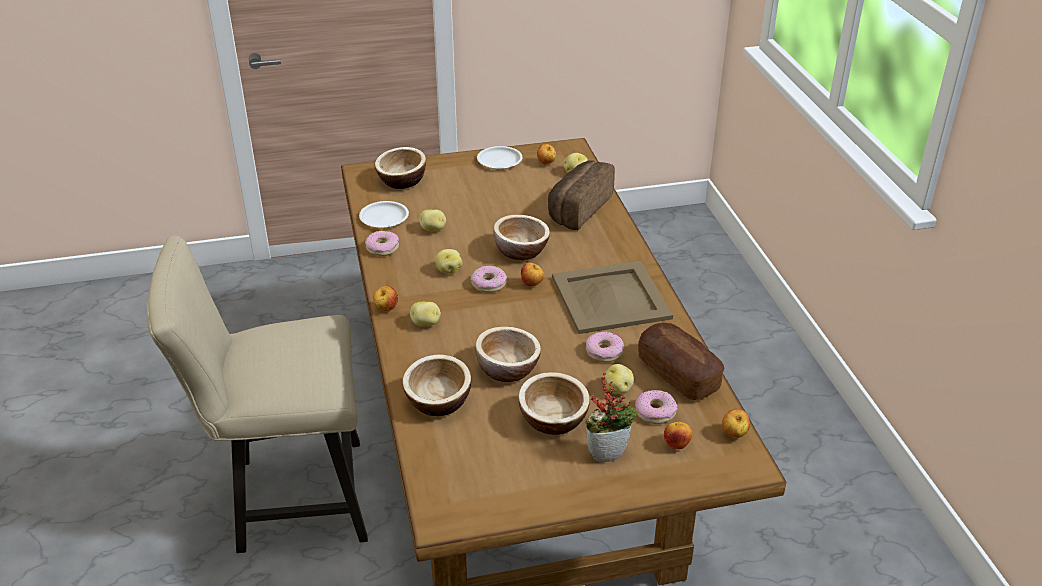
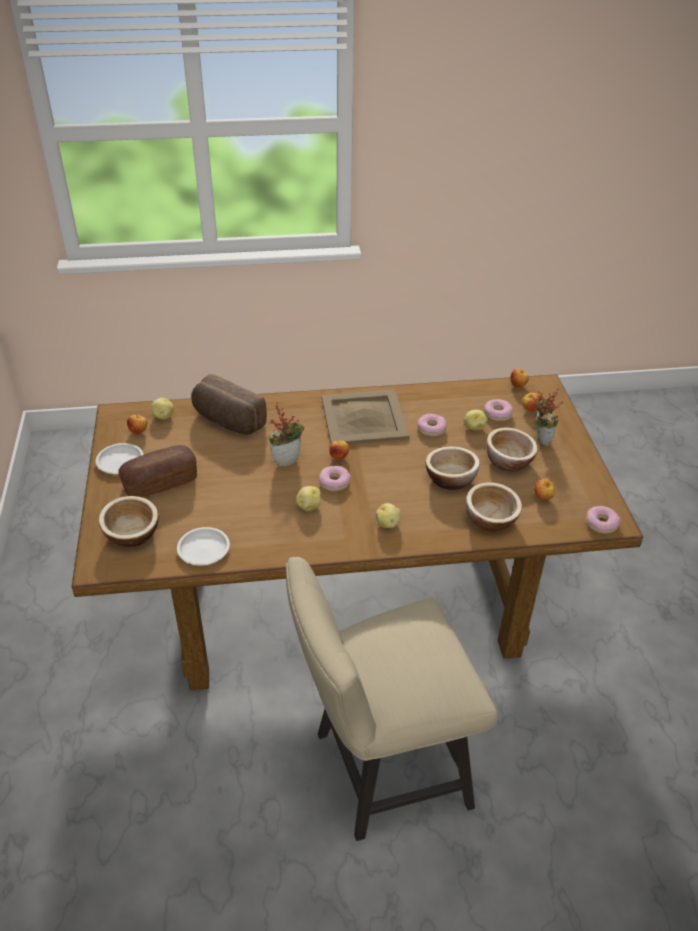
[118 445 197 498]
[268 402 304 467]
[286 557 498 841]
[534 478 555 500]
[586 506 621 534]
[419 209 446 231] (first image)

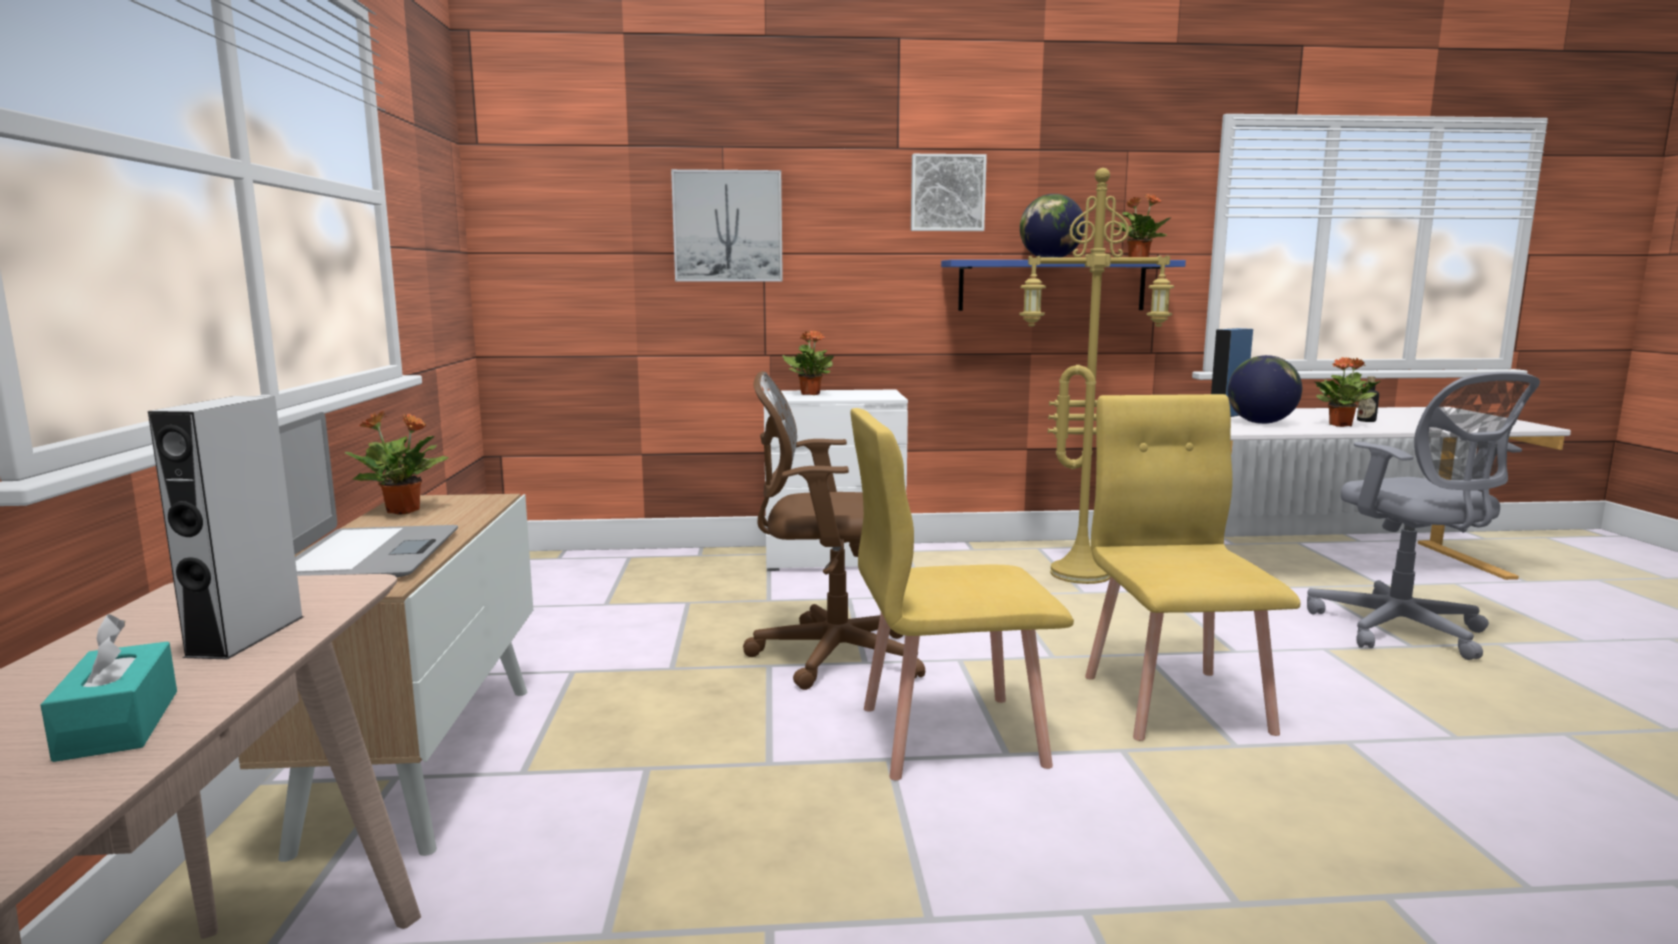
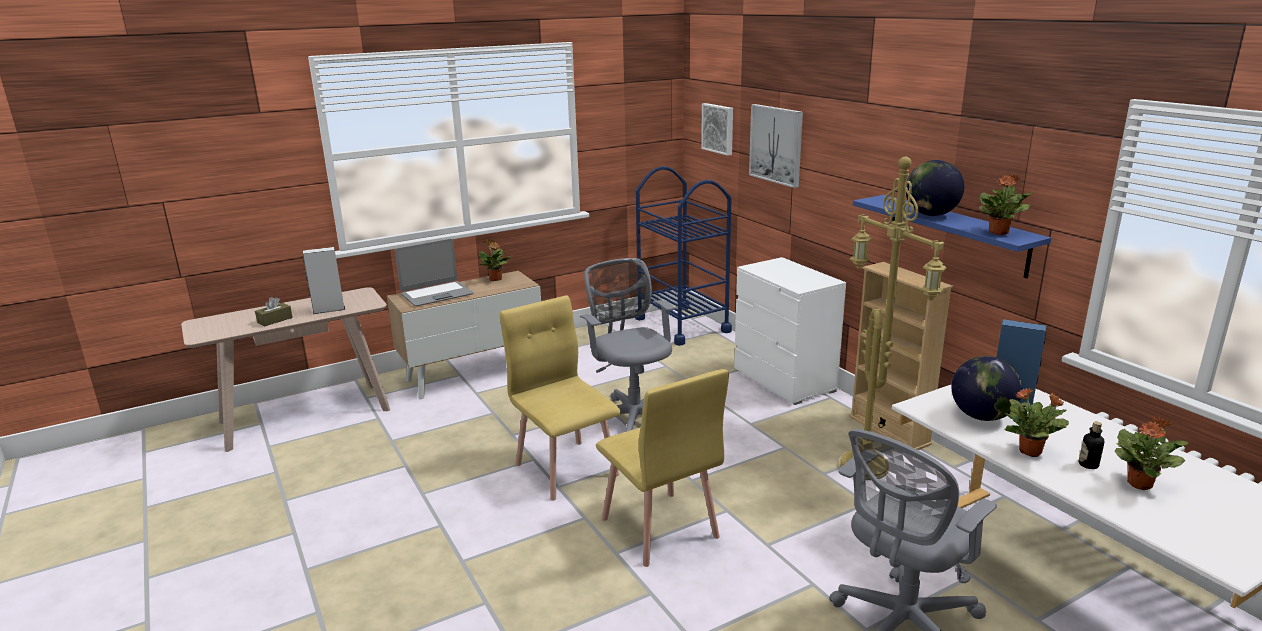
[255 297 293 326]
[580 258 676 432]
[596 369 729 567]
[635 166 732 346]
[701 103 733 156]
[849 262 953 450]
[1115 416 1189 490]

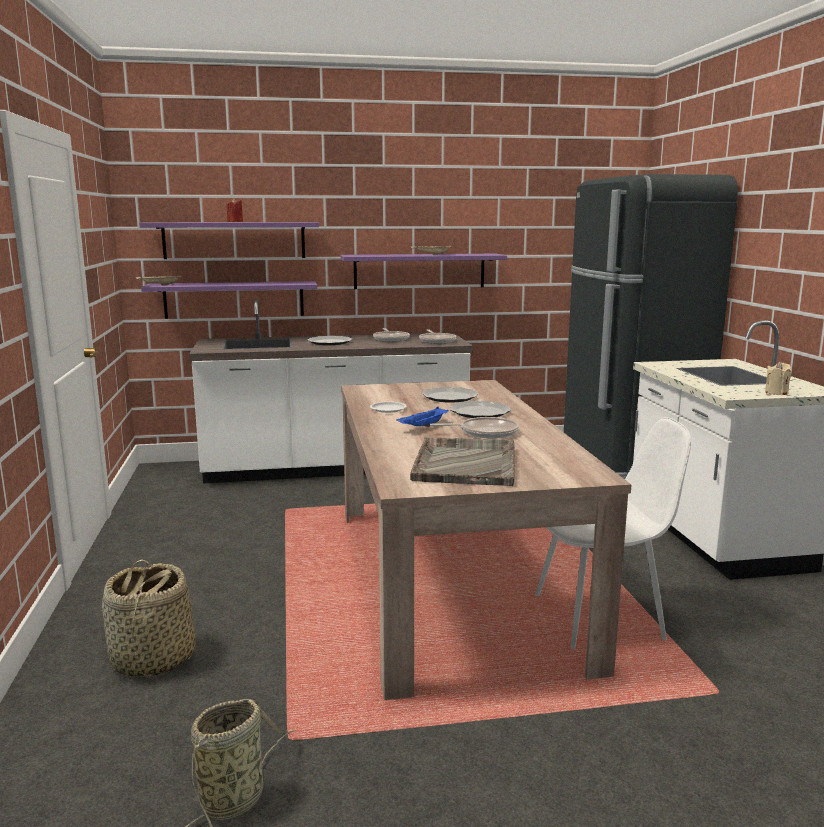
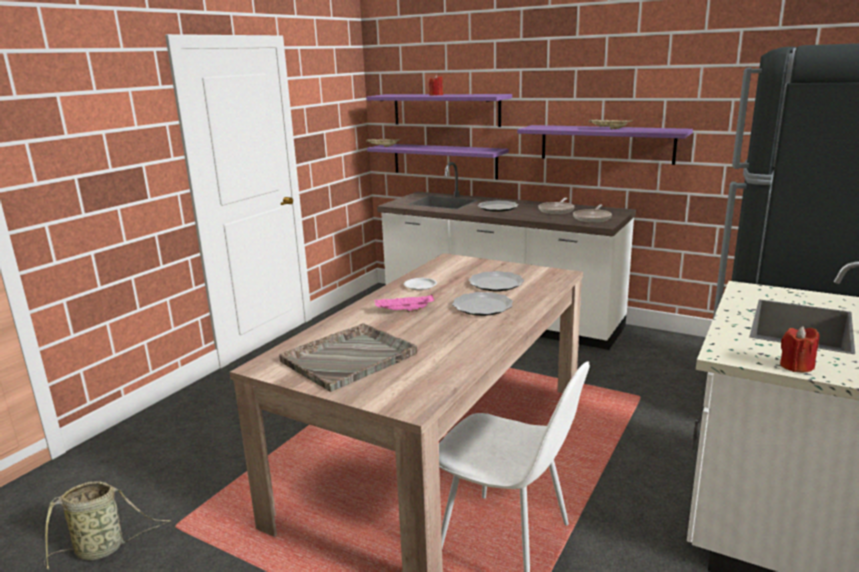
[374 294 434 312]
[780 326 819 372]
[102 559 196 677] (first image)
[430 417 519 439] (first image)

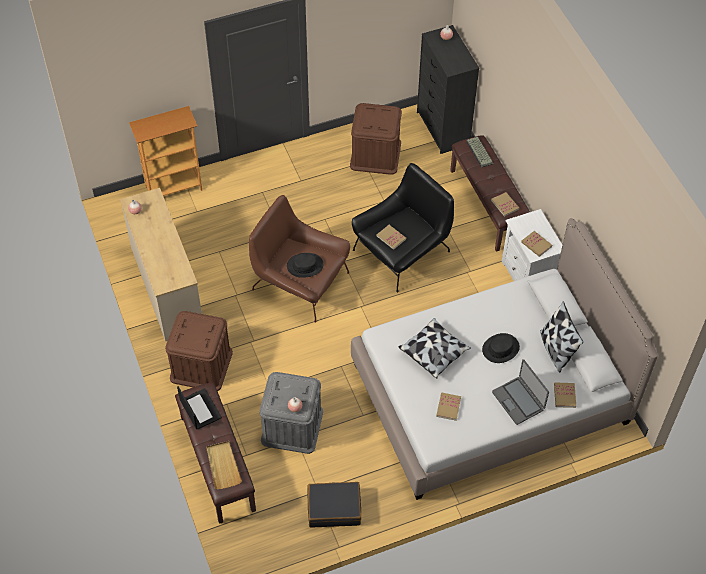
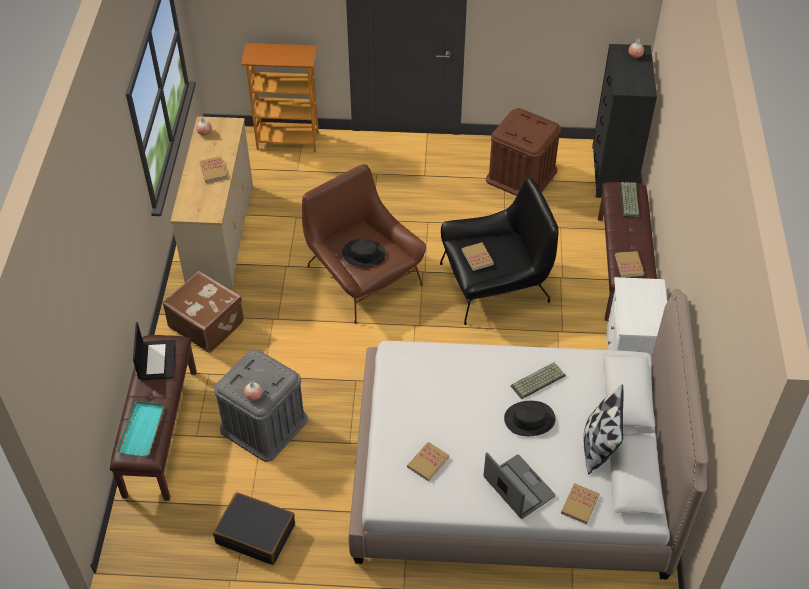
[116 401 164 456]
[162 271 244 353]
[199 156 228 183]
[483 452 555 519]
[510 362 566 399]
[399 318 470 378] (first image)

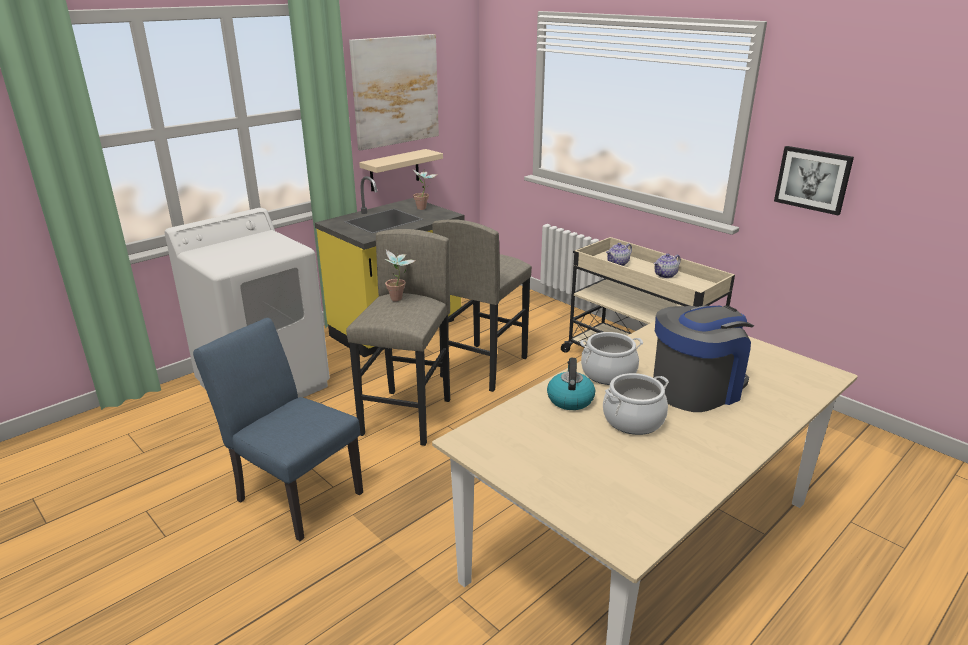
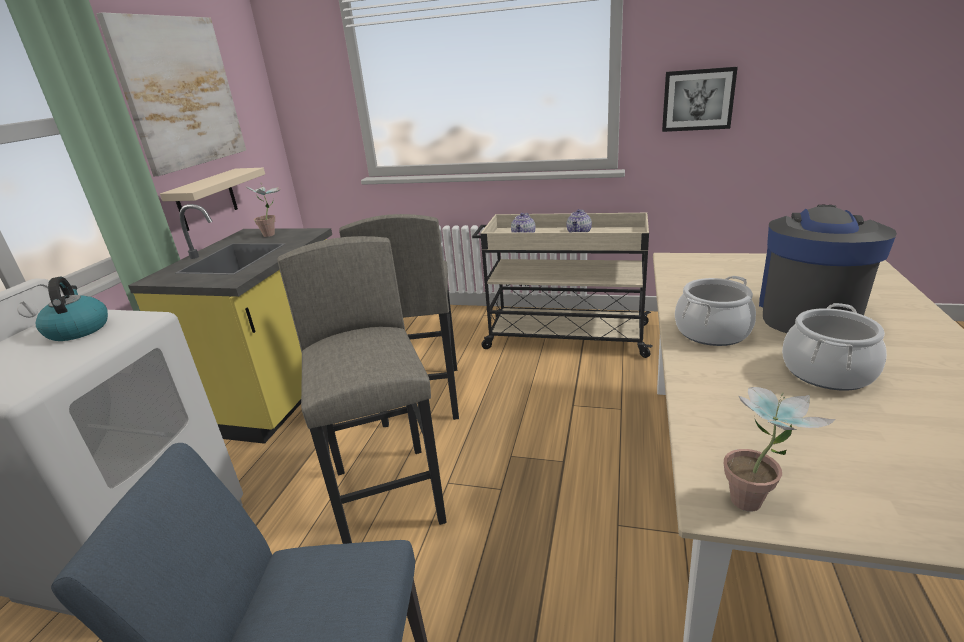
[36 277 108 341]
[724 387 835 512]

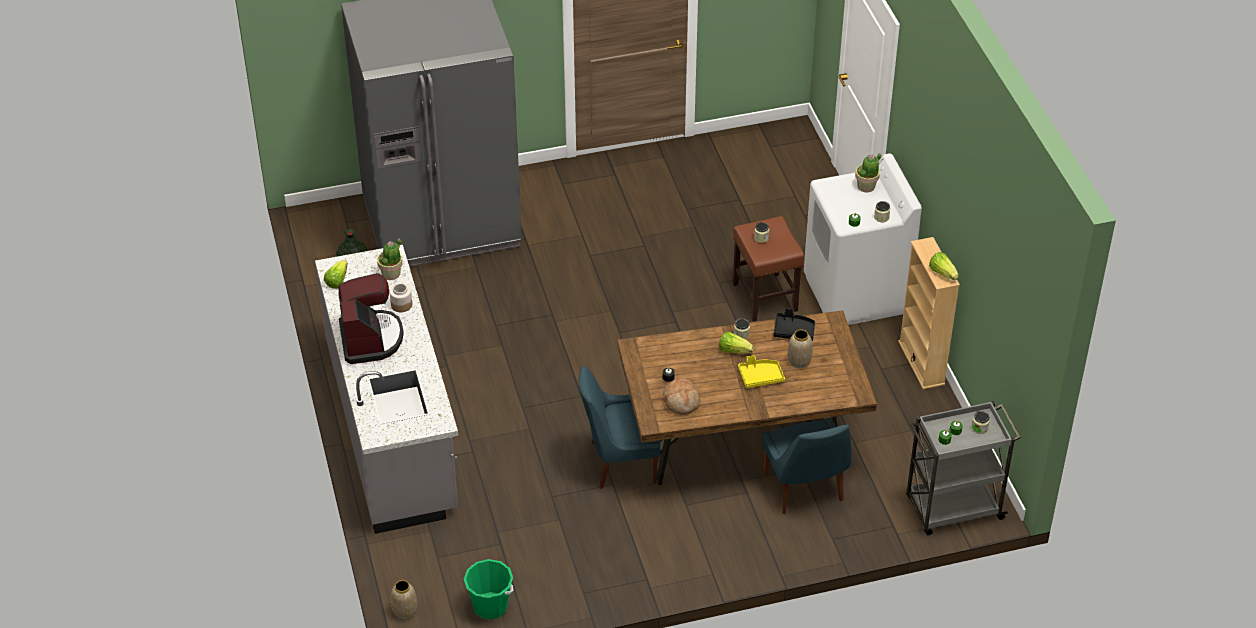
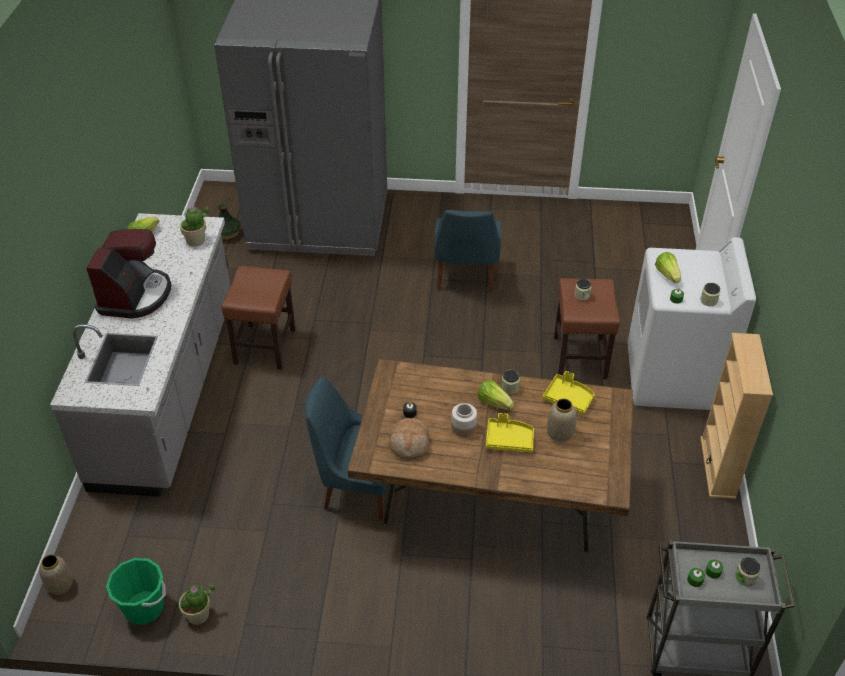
[179 585 216 625]
[222 266 296 370]
[434 210 501 293]
[451 403 477 437]
[543 371 595 415]
[655 252 681 283]

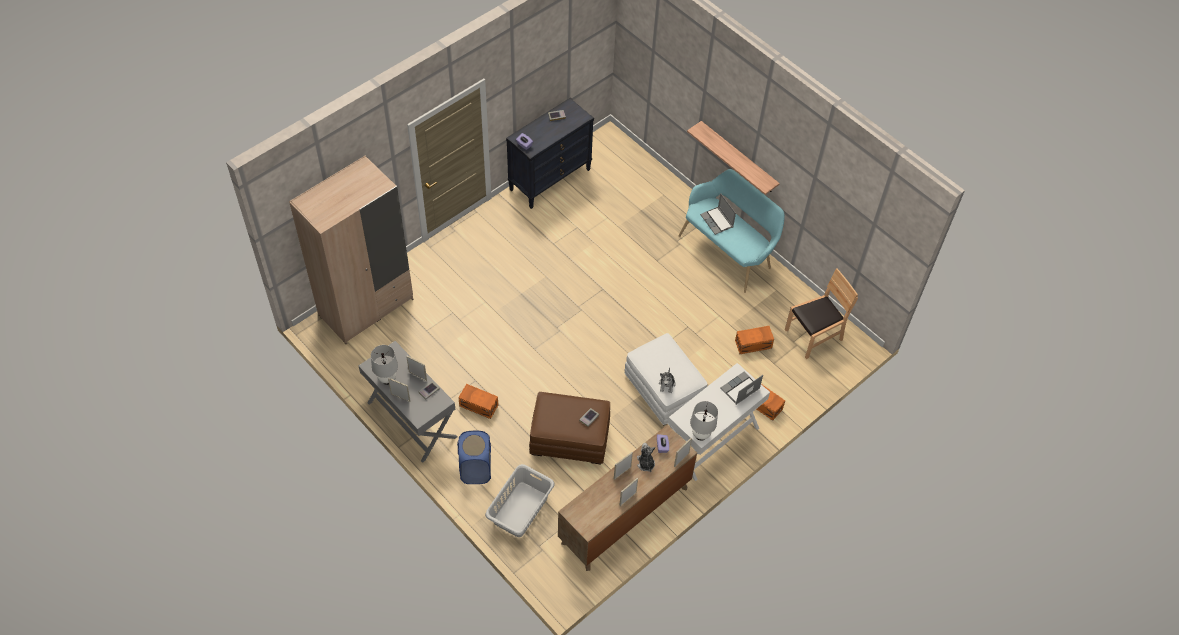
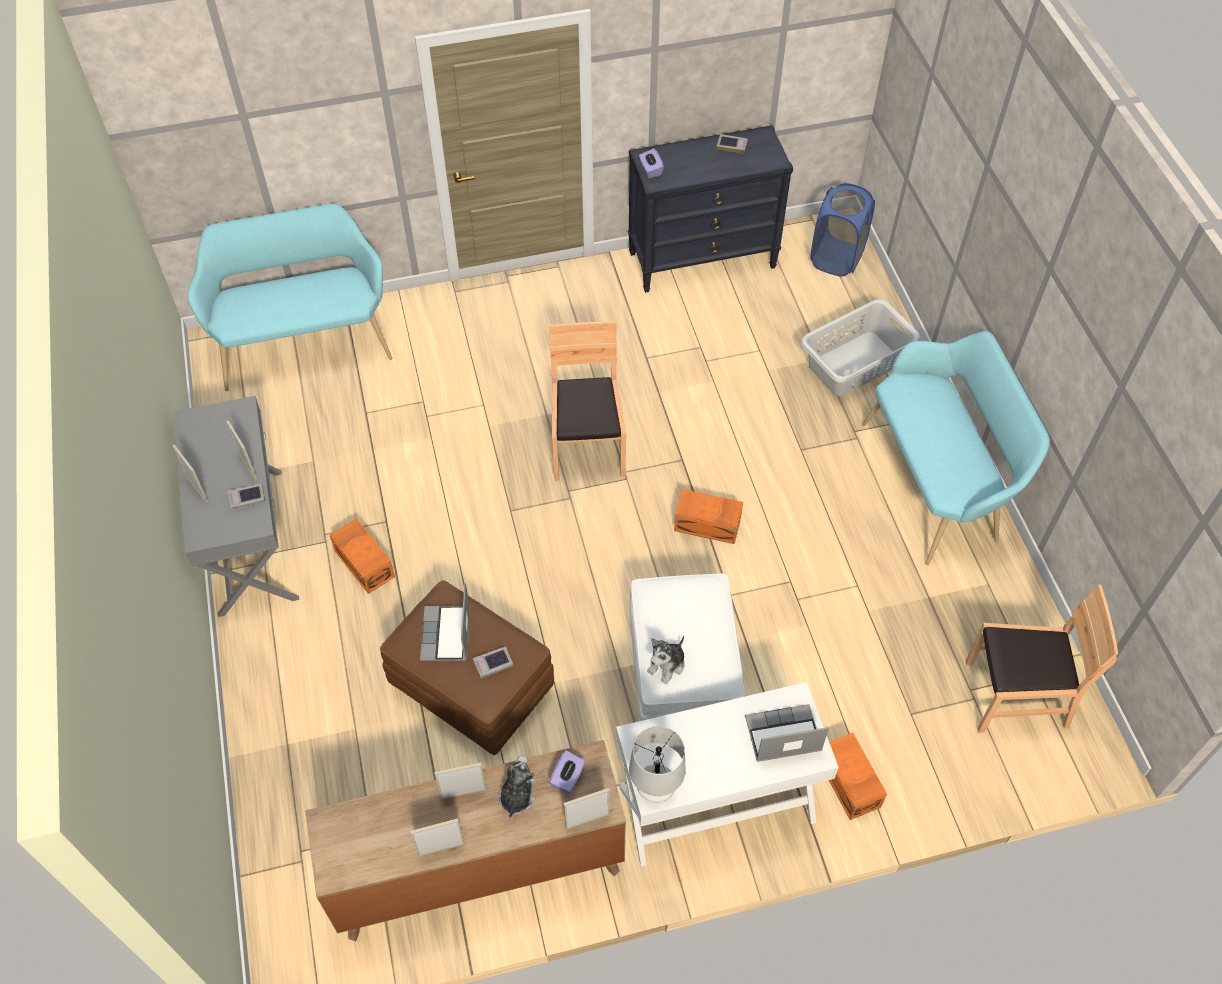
[187 204 392 391]
[420 583 470 661]
[549 321 626 481]
[674 489 743 544]
[801 299 920 396]
[811 183 875 277]
[371 345 398 385] (first image)
[687 121 780 195] (first image)

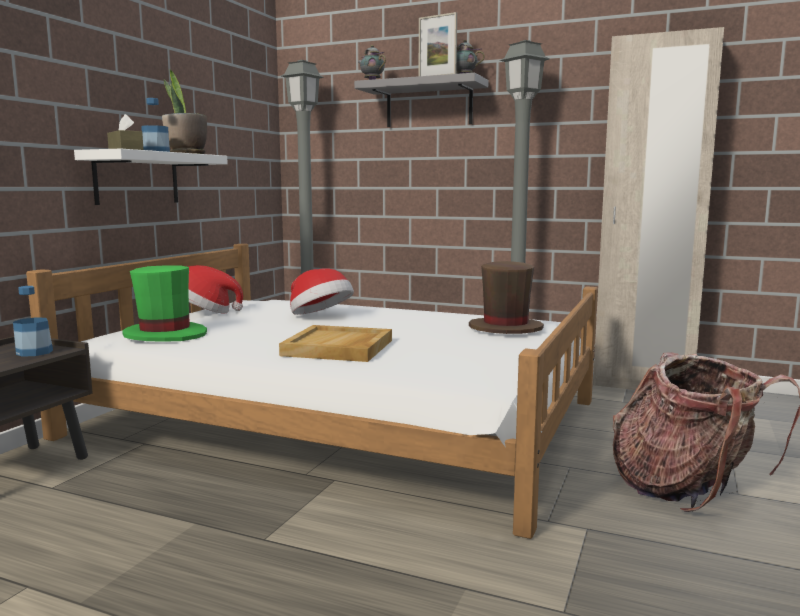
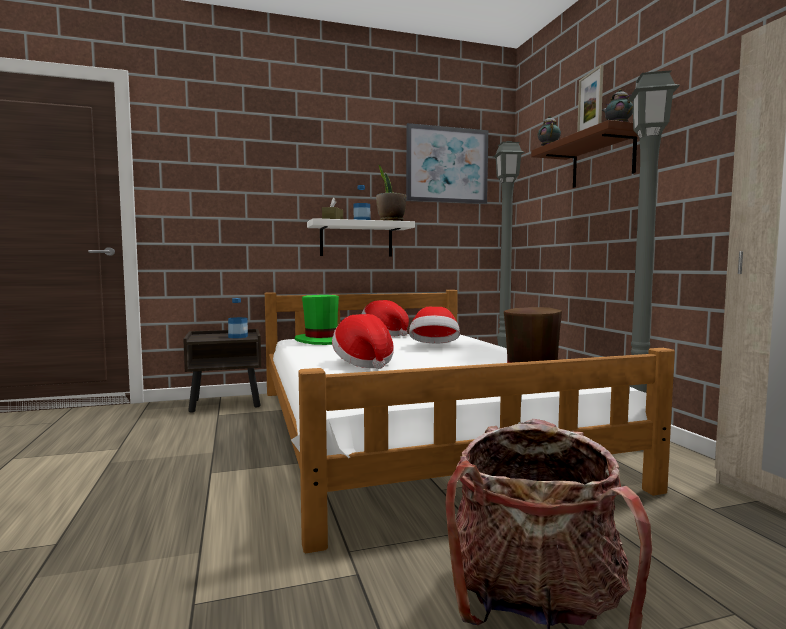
[332 314 394 369]
[406 123 488 204]
[531 120 638 188]

